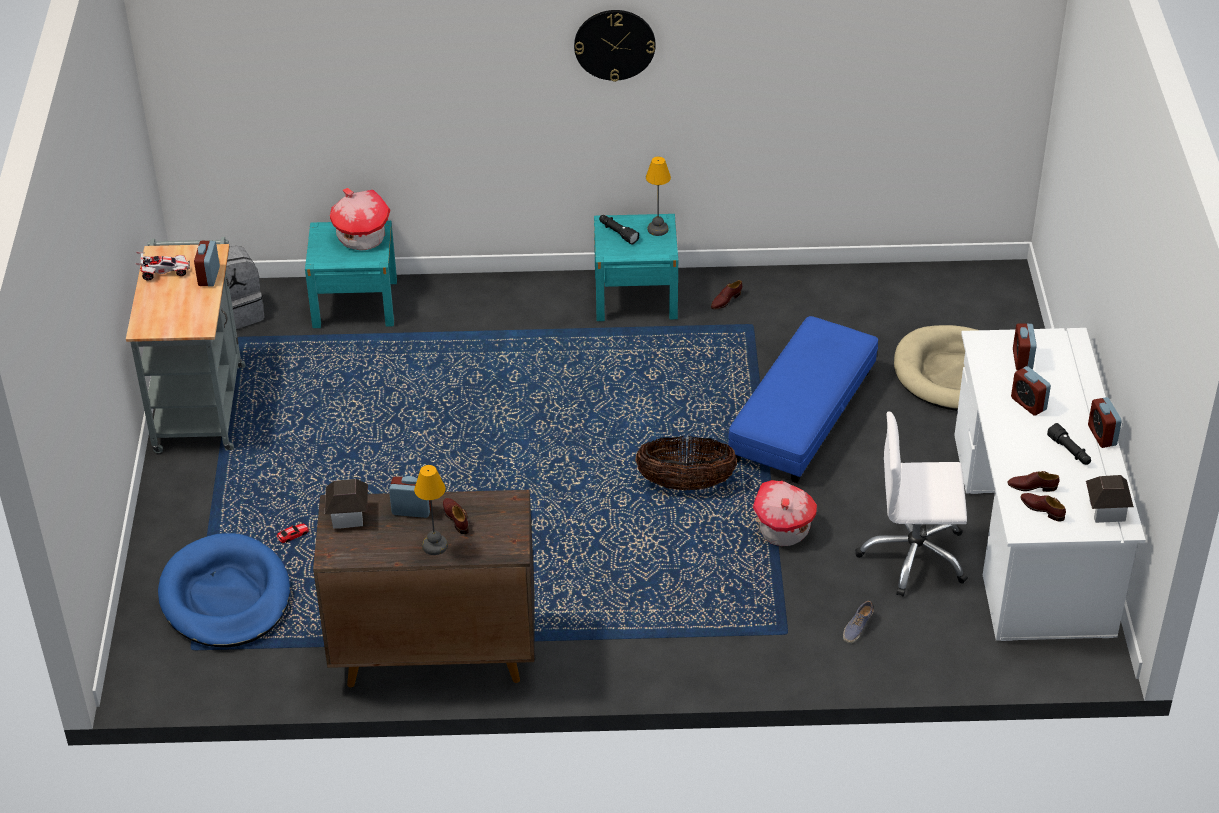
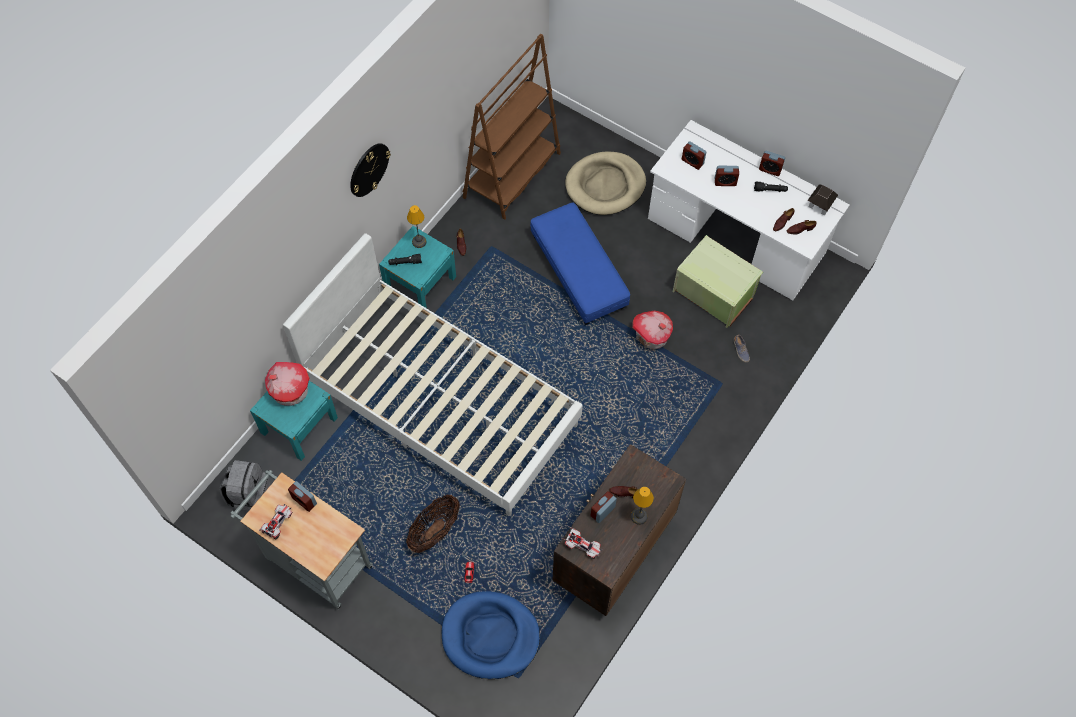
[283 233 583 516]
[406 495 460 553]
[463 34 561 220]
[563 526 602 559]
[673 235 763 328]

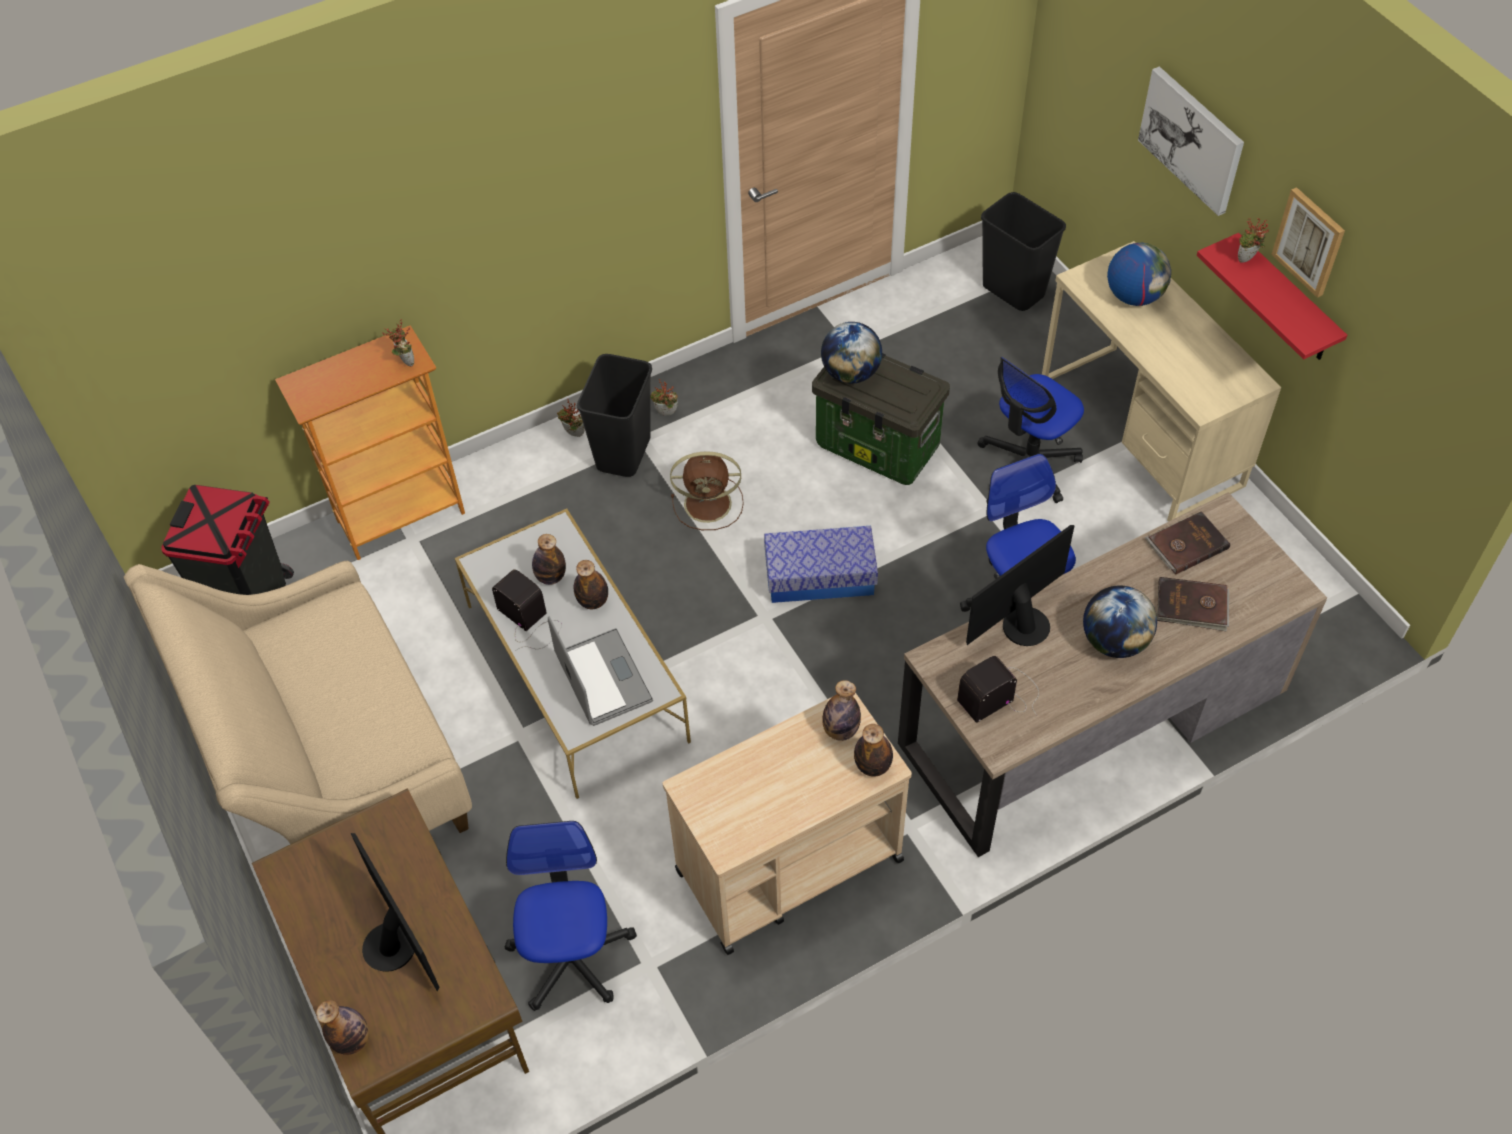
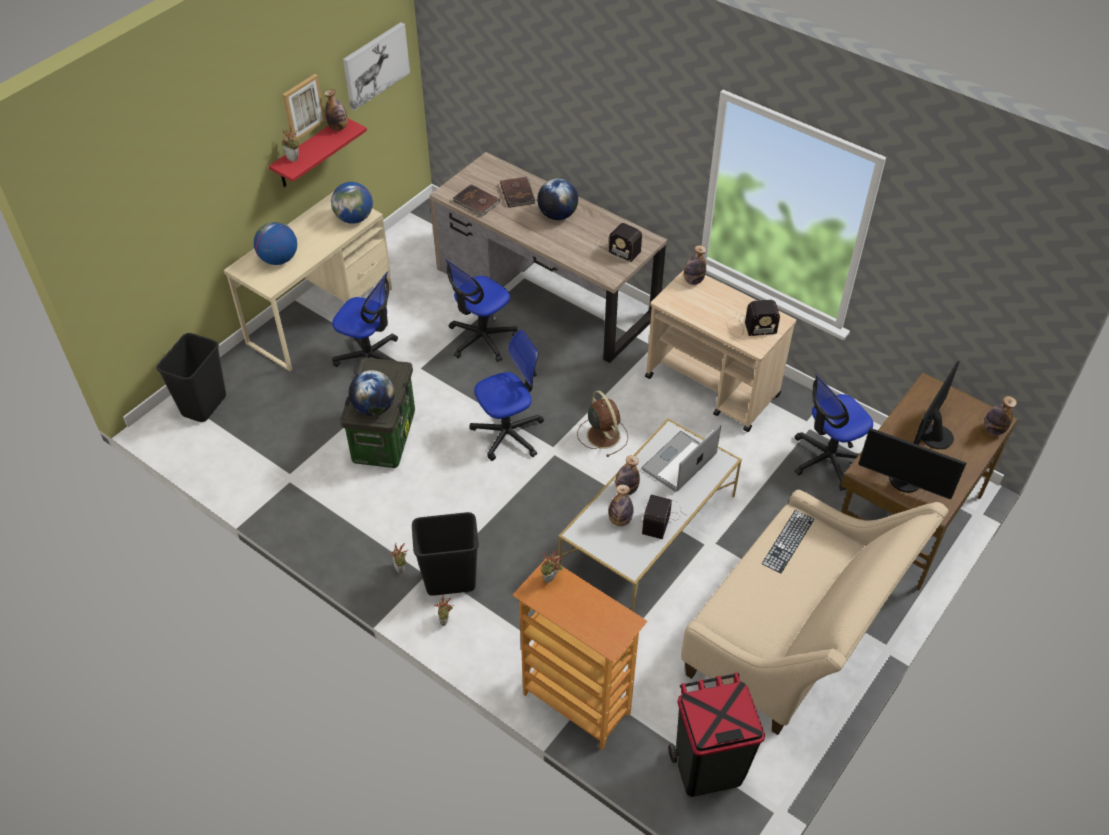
[324 89 348 131]
[331 182 373 224]
[343 22 410 111]
[469 330 544 461]
[577 390 628 457]
[727 300 780 338]
[762 510 814 573]
[859 428 966 499]

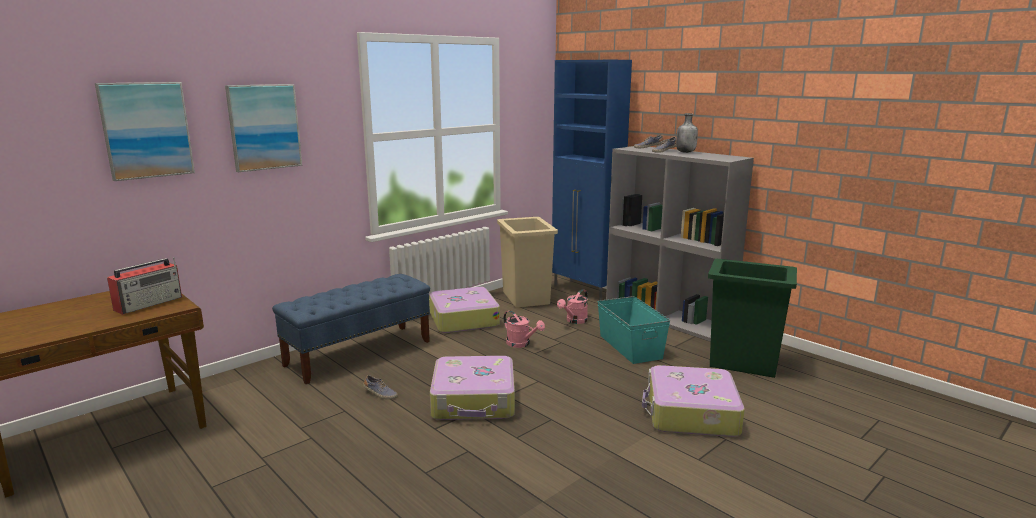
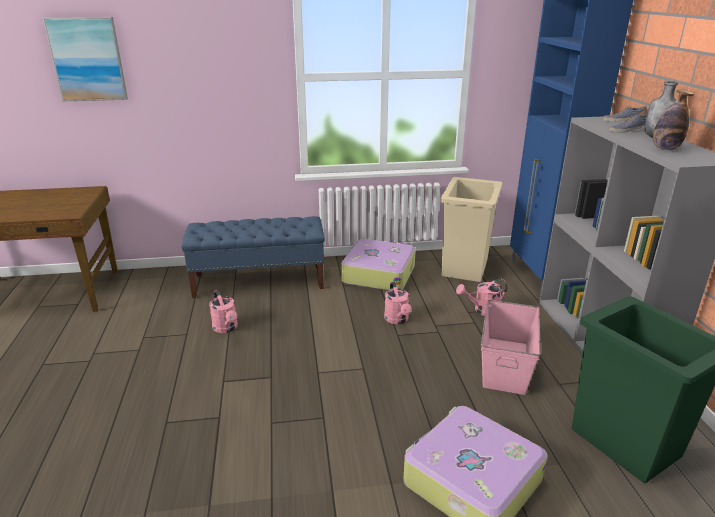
[209 290 238 333]
[481 300 540 395]
[653 89 694 150]
[107 257 182 315] (first image)
[225 84 302 172] (first image)
[430 356 515 420] (first image)

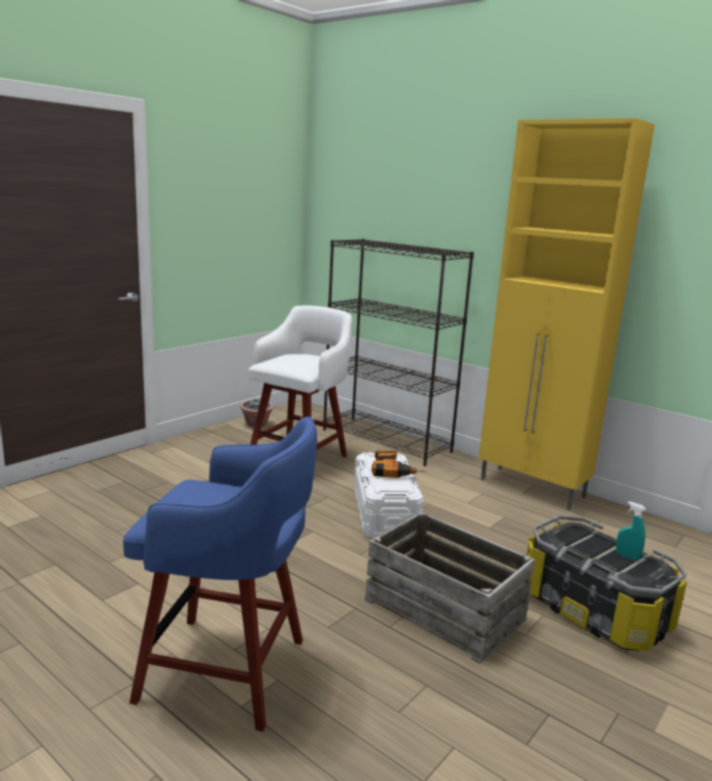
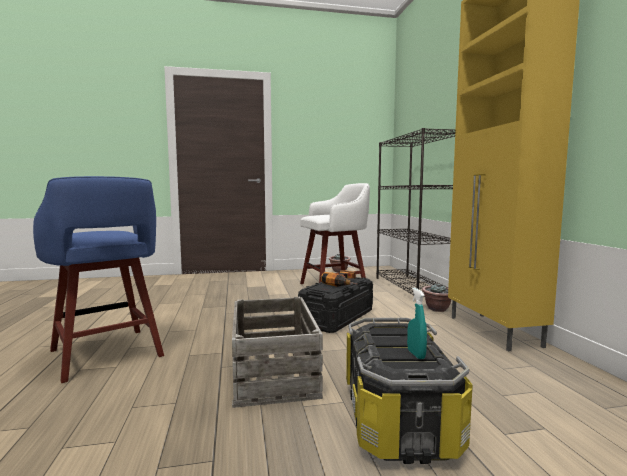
[298 277 373 333]
[422 284 451 312]

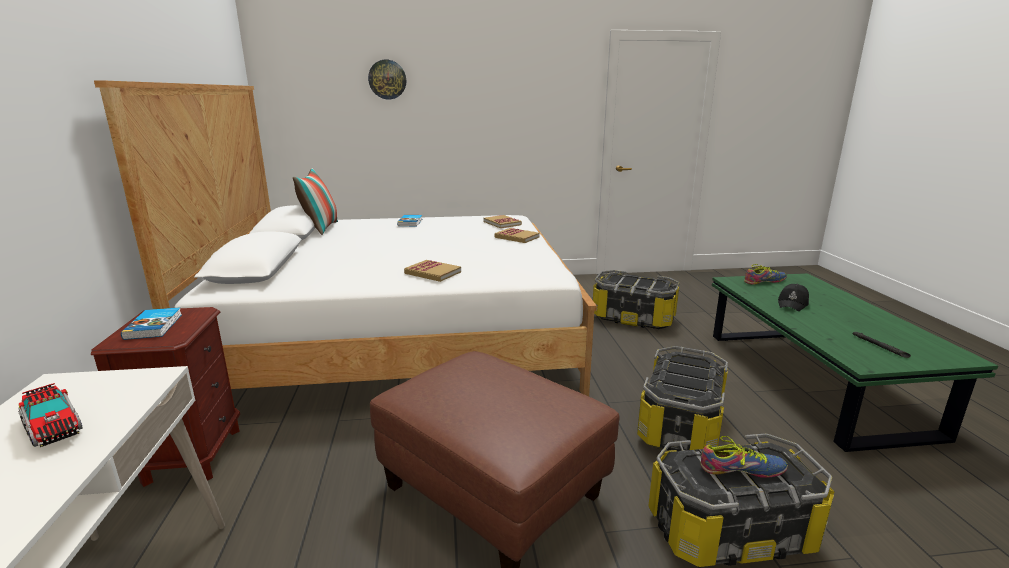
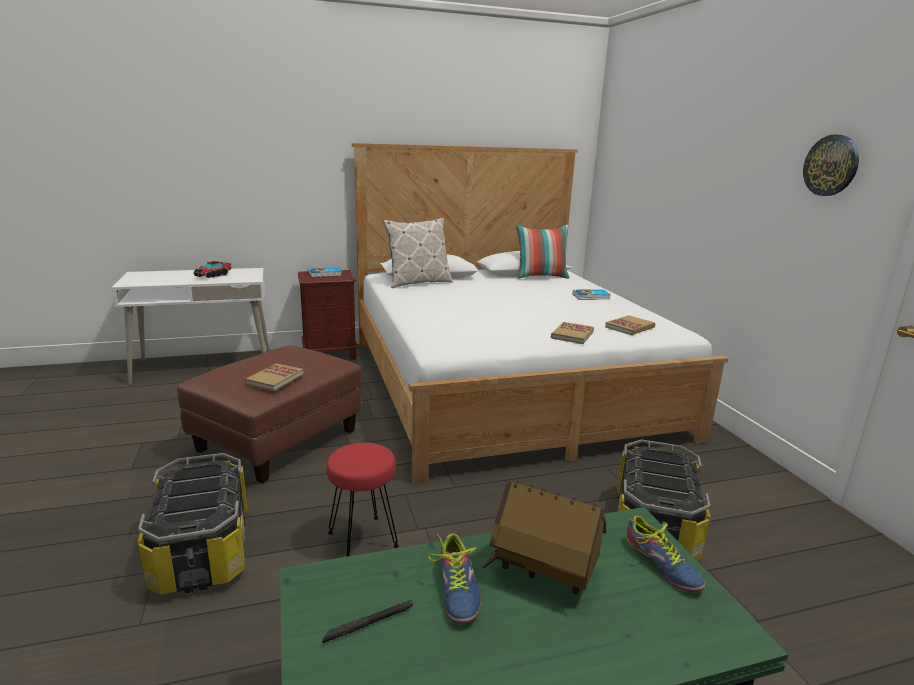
[245 363 304 391]
[327 443 399 557]
[383 218 453 288]
[428 533 481 624]
[482 480 606 594]
[803 135 859 196]

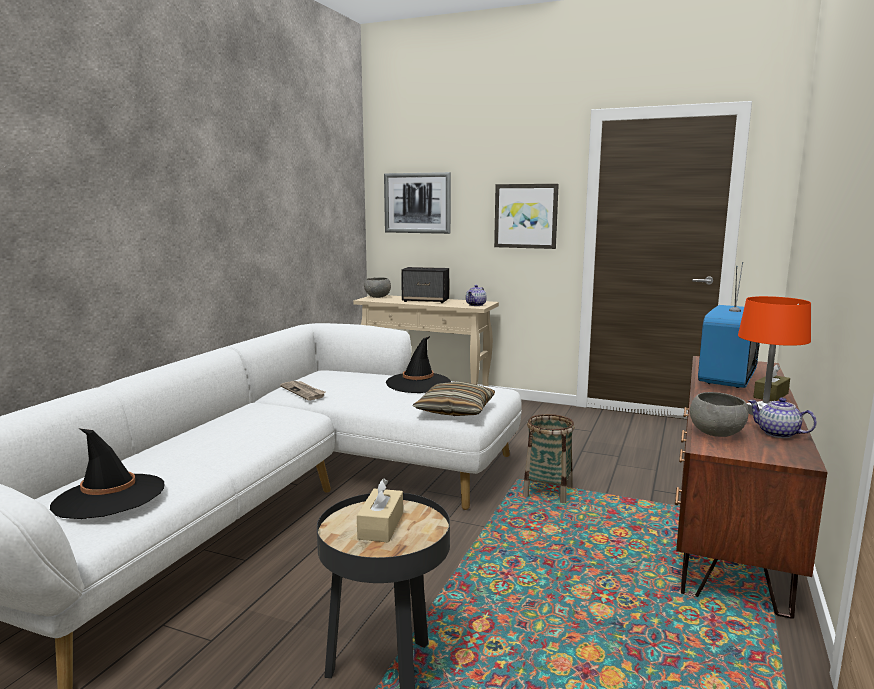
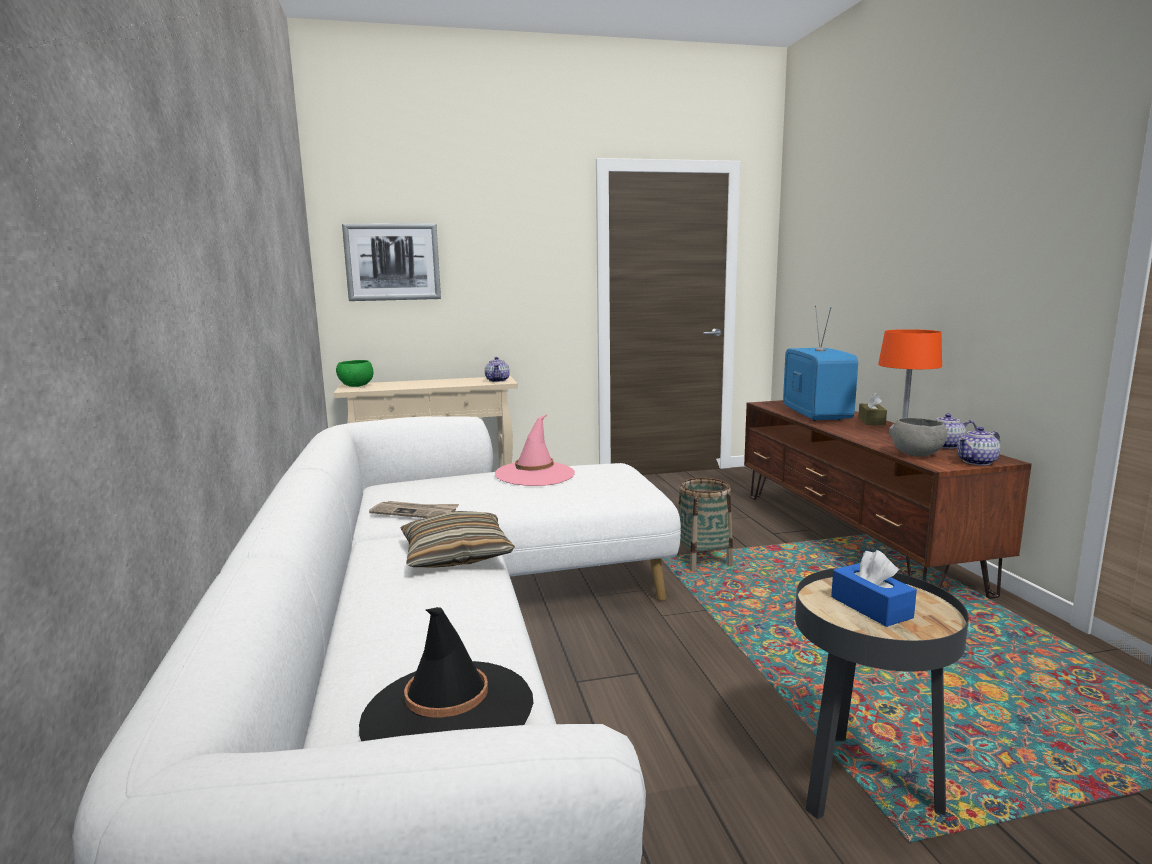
[336 360 374 387]
[400 511 515 567]
[495 414 575 486]
[831 550 917 627]
[957 427 1001 466]
[401 267 449 303] (first image)
[494 184 559 249] (first image)

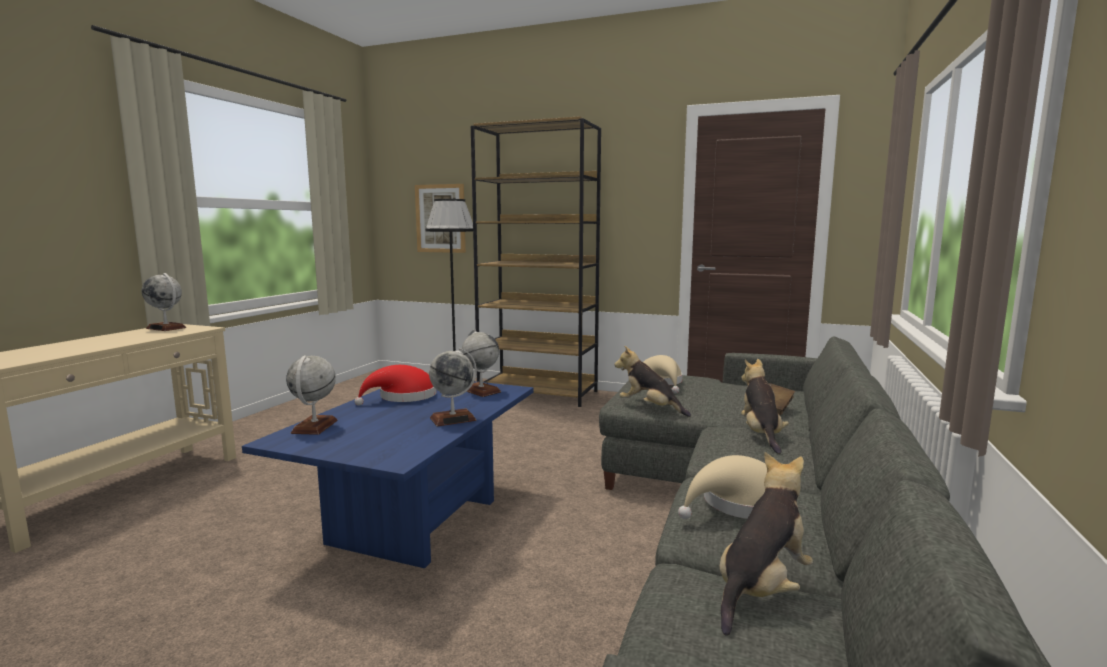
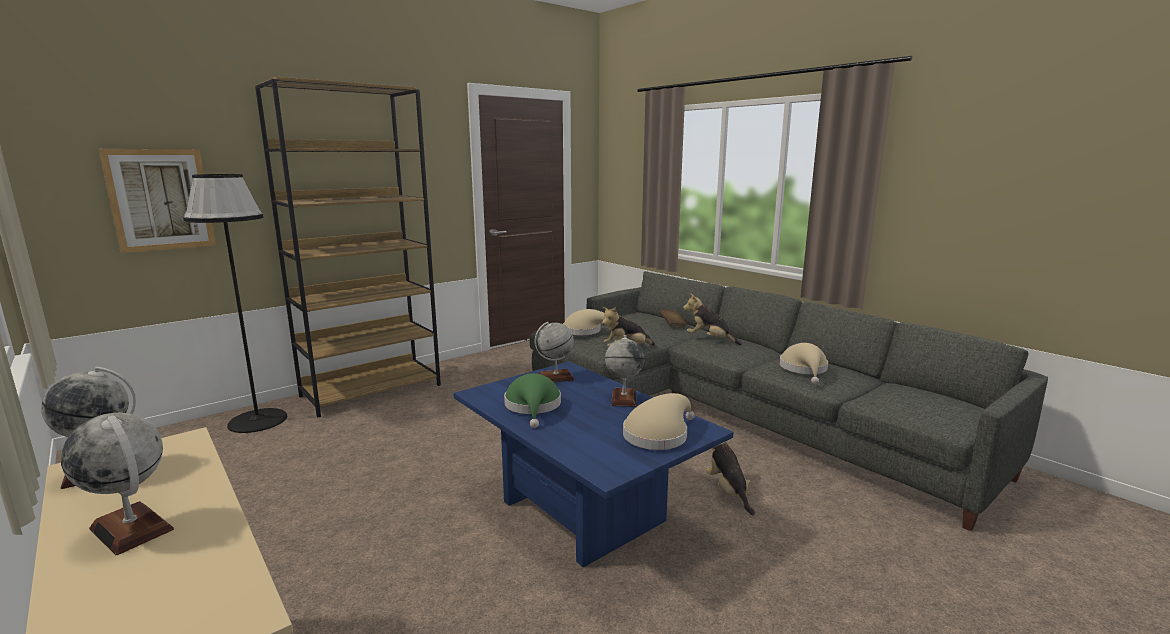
[61 413 174 555]
[504 373 561 428]
[623 393 695 450]
[706 424 755 515]

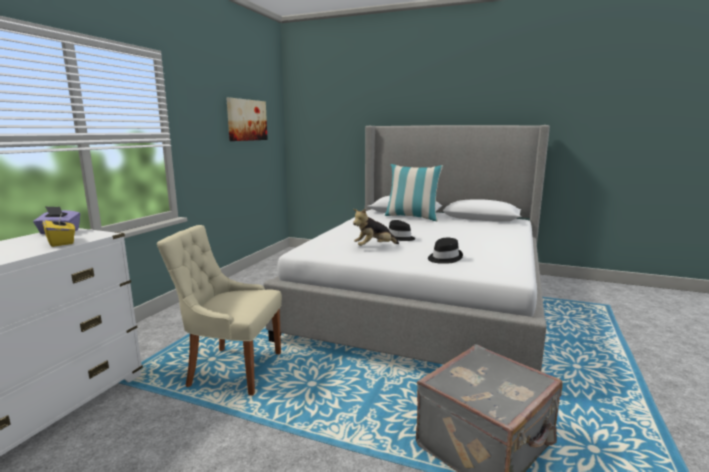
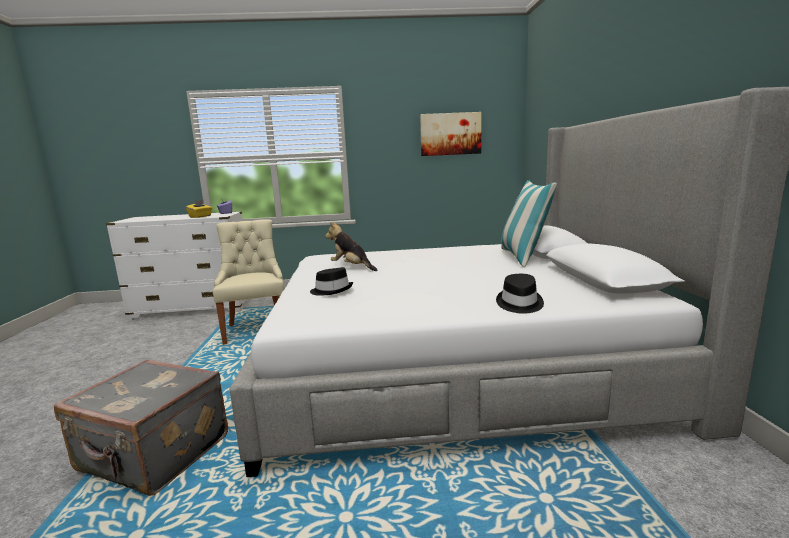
[496 274 544 314]

